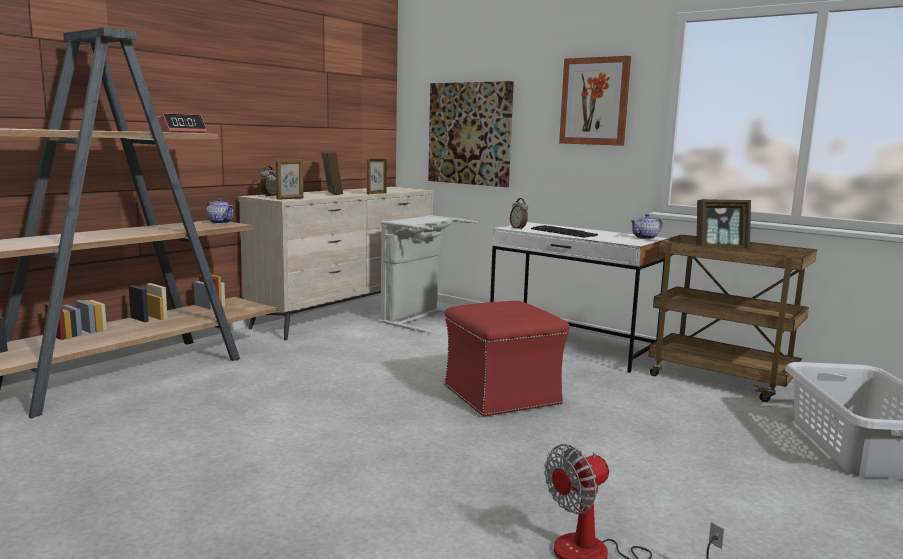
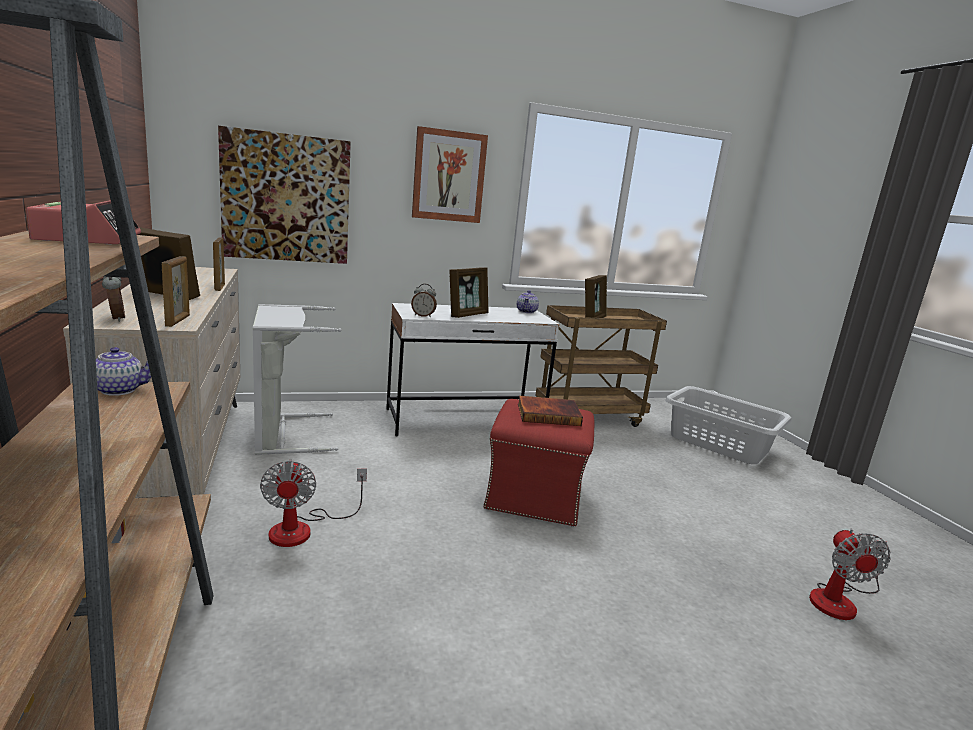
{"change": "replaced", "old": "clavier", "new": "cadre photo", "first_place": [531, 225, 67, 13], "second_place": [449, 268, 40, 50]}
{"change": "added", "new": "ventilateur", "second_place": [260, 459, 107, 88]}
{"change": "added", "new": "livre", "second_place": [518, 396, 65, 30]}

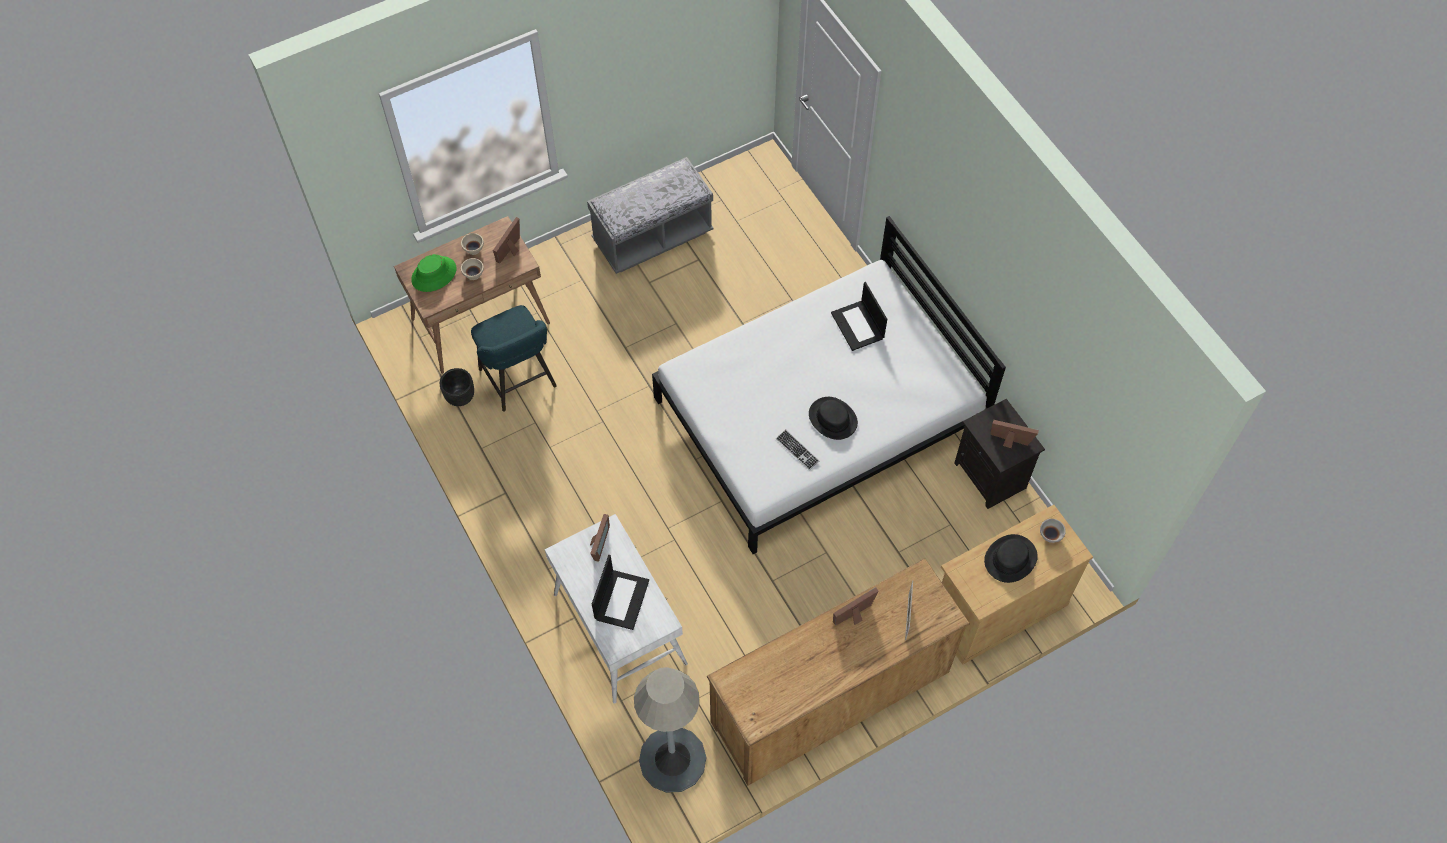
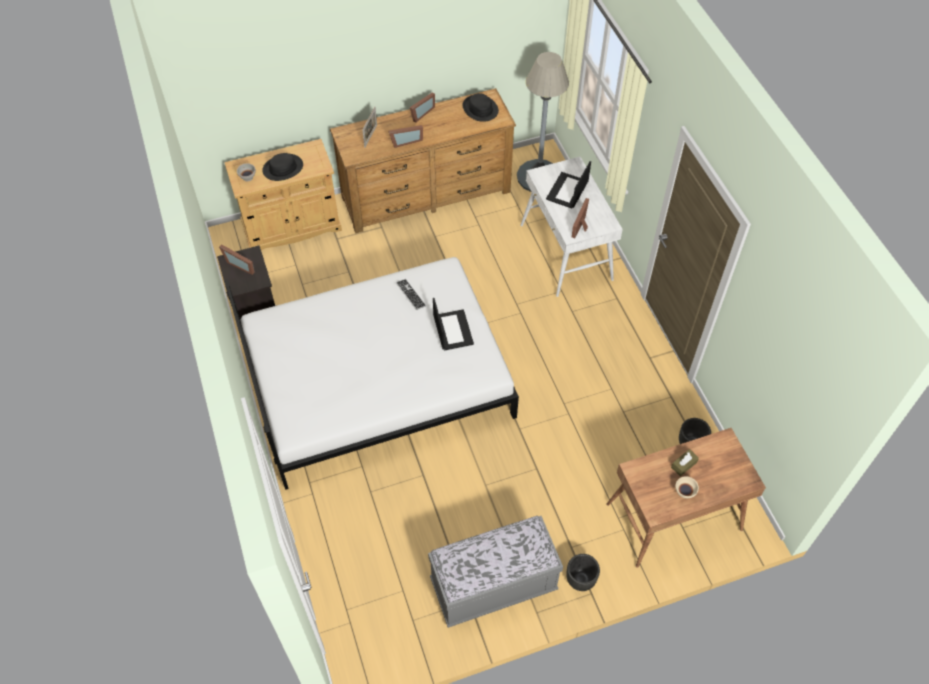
{"change": "removed", "old": "chapeau [vert]", "first_place": [411, 254, 45, 38]}
{"change": "replaced", "old": "bol [beige]", "new": "boîte à mouchoirs [marron]", "first_place": [461, 258, 23, 22], "second_place": [671, 449, 28, 27]}
{"change": "removed", "old": "tabouret [turquoise]", "first_place": [471, 305, 86, 107]}
{"change": "moved", "old": "cadre photo", "first_place": [493, 217, 27, 47], "second_place": [410, 92, 25, 31]}
{"change": "moved", "old": "chapeau [noir]", "first_place": [809, 397, 49, 43], "second_place": [463, 93, 36, 29]}
{"change": "moved", "old": "ordinateur portable", "first_place": [831, 282, 56, 69], "second_place": [433, 298, 41, 52]}
{"change": "added", "new": "cache-pot [noir]", "second_place": [566, 554, 34, 37]}

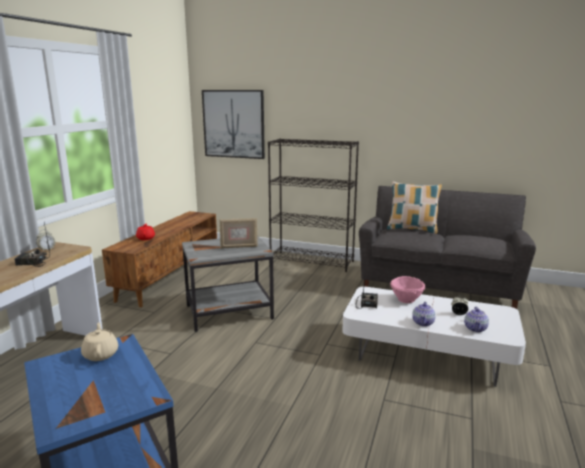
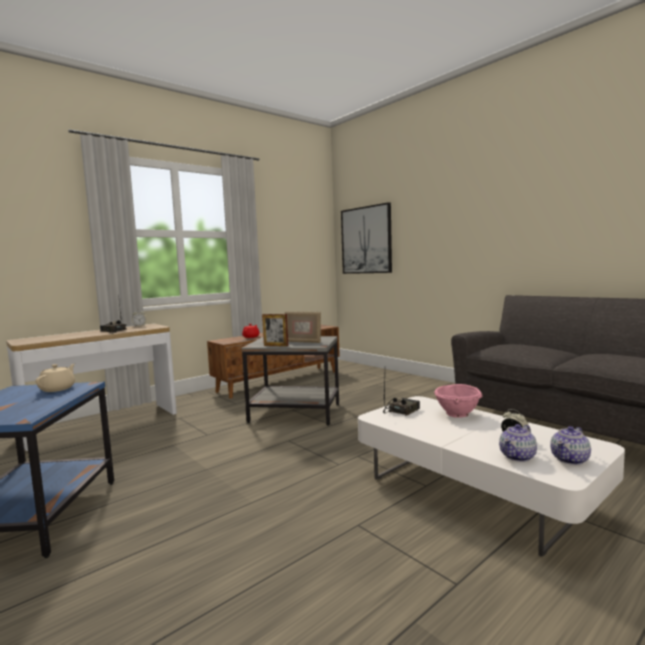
{"change": "removed", "old": "bibliothèque [noir]", "first_place": [268, 138, 91, 134]}
{"change": "removed", "old": "coussin", "first_place": [387, 182, 55, 52]}
{"change": "moved", "old": "théière", "first_place": [412, 301, 23, 26], "second_place": [550, 426, 41, 39]}
{"change": "added", "new": "cadre photo", "second_place": [262, 314, 26, 33]}

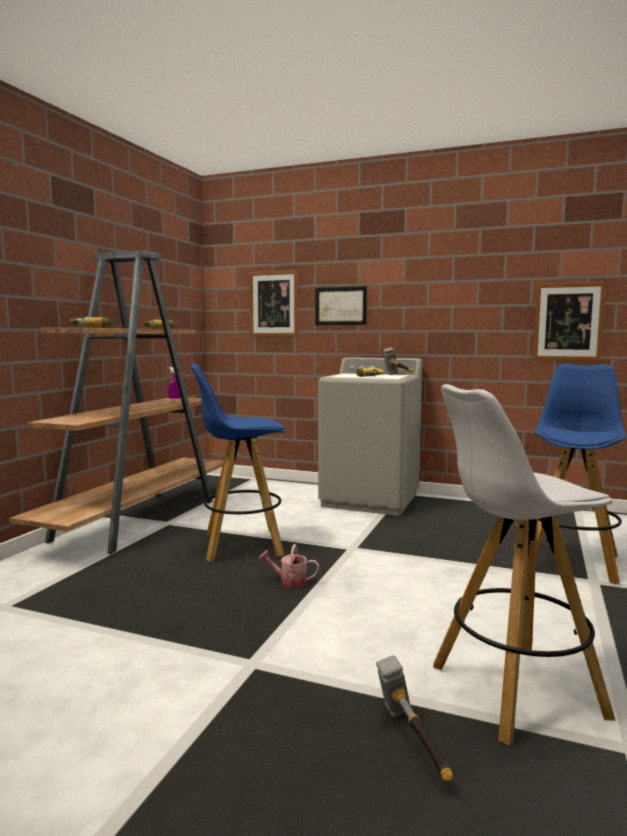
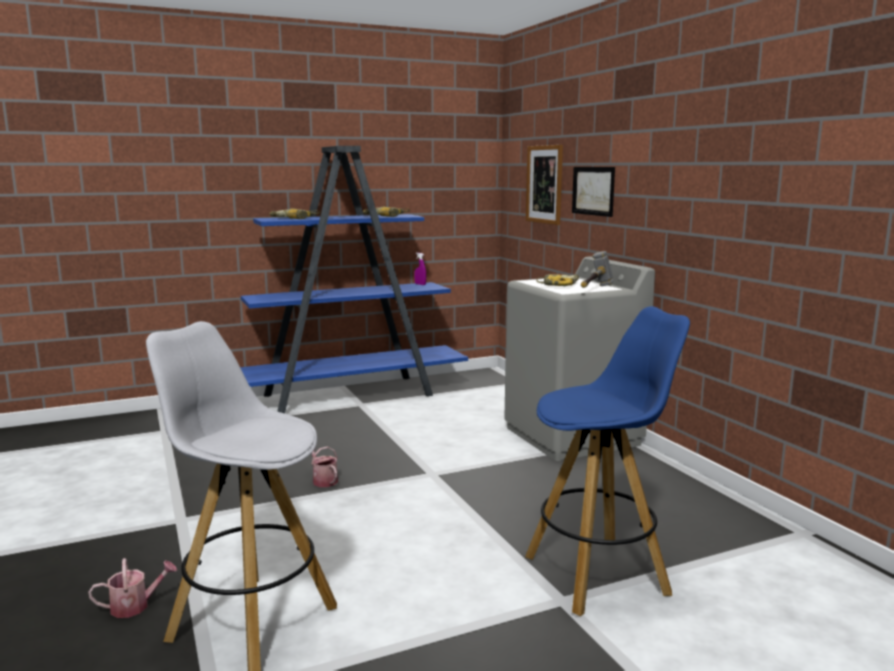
{"change": "recoloured", "old": "bibliothèque [marron]", "new": "bibliothèque [bleu]", "first_place": [9, 251, 215, 303], "second_place": [240, 146, 228, 268]}
{"change": "removed", "old": "tabouret [bleu]", "first_place": [190, 363, 96, 199]}
{"change": "replaced", "old": "marteau", "new": "arrosoir", "first_place": [376, 655, 77, 126], "second_place": [88, 558, 89, 60]}
{"change": "removed", "old": "tableau", "first_place": [533, 282, 73, 79]}

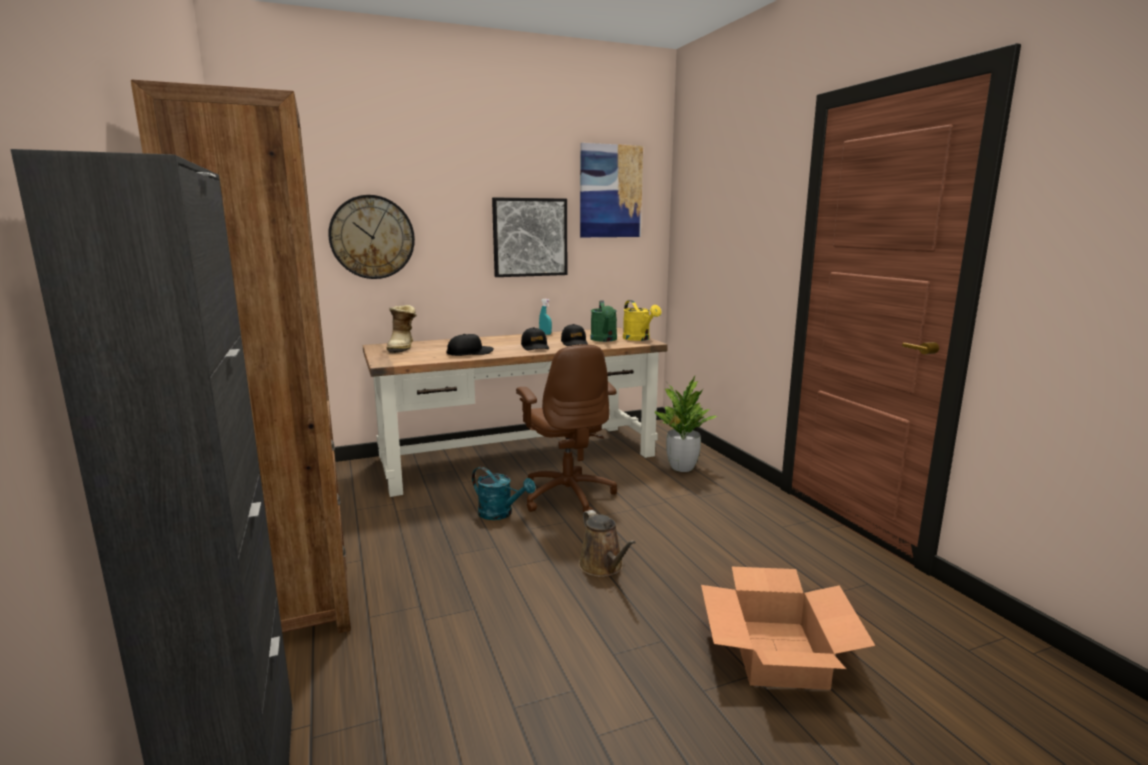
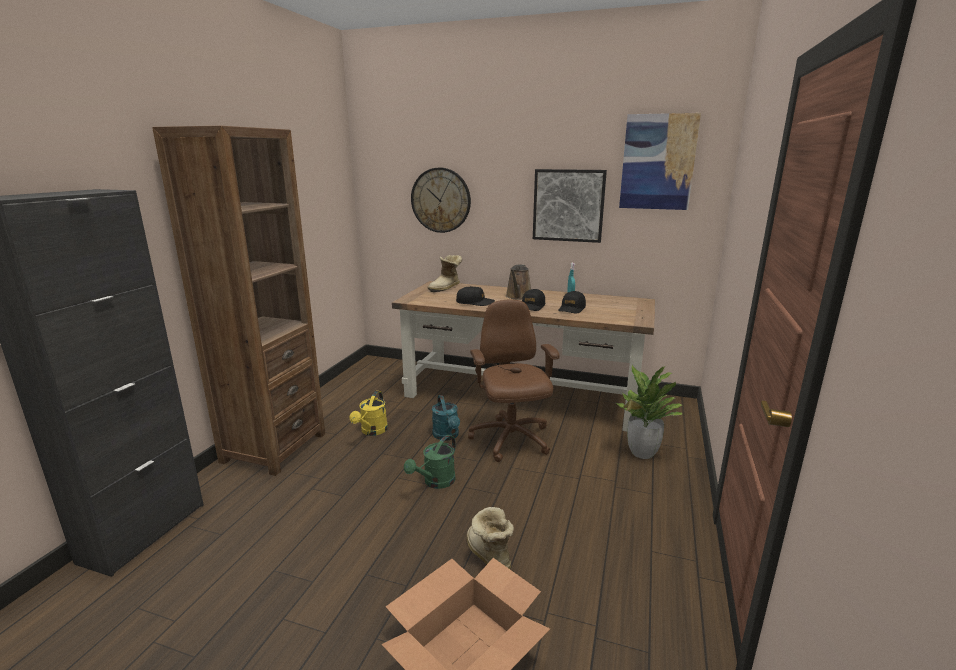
{"change": "turned", "old": "chaise de bureau [marron]", "first_place": [516, 344, 101, 169], "second_place": [468, 300, 92, 162], "degrees": 150}
{"change": "moved", "old": "arrosoir [marron]", "first_place": [579, 510, 57, 67], "second_place": [505, 264, 26, 36]}
{"change": "moved", "old": "arrosoir [vert]", "first_place": [591, 301, 26, 41], "second_place": [404, 435, 52, 54]}
{"change": "moved", "old": "arrosoir [jaune]", "first_place": [623, 300, 38, 41], "second_place": [350, 391, 38, 45]}
{"change": "added", "new": "botte", "second_place": [467, 507, 47, 62]}

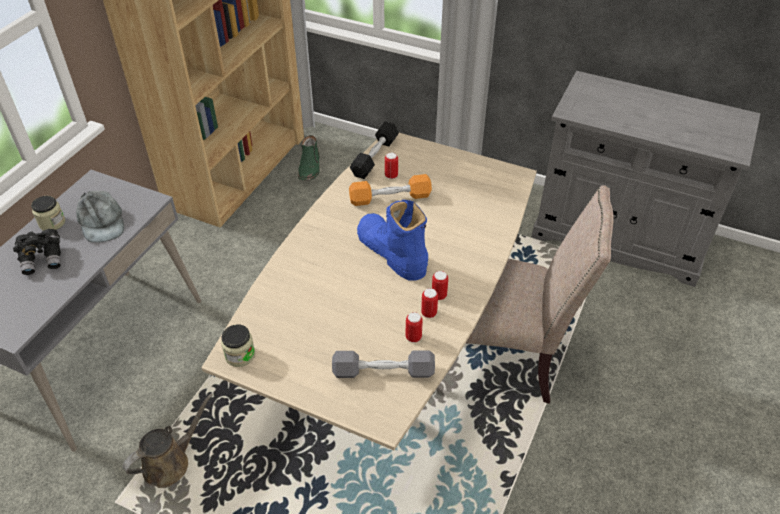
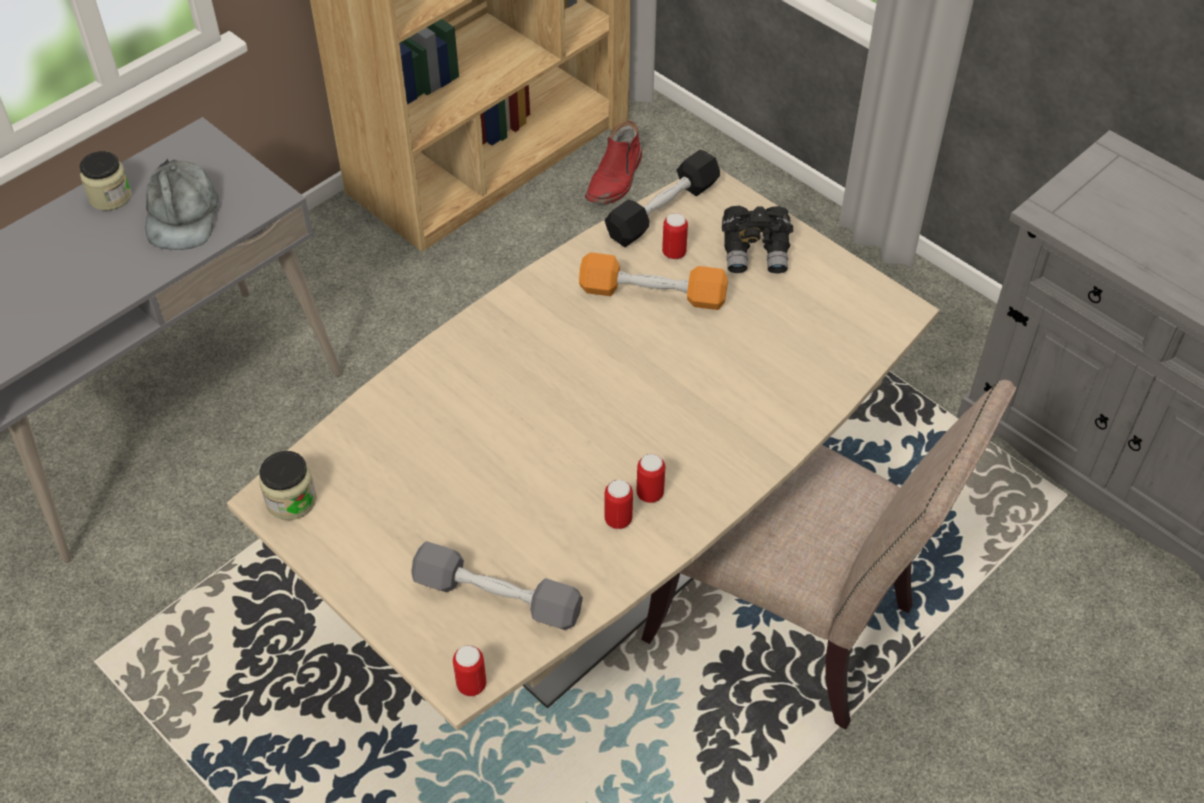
{"change": "moved", "old": "jumelles [noir]", "first_place": [13, 229, 48, 46], "second_place": [722, 206, 71, 68]}
{"change": "removed", "old": "arrosoir [marron]", "first_place": [123, 393, 90, 95]}
{"change": "recoloured", "old": "botte [vert]", "new": "botte [rouge]", "first_place": [298, 135, 22, 46], "second_place": [585, 121, 57, 83]}
{"change": "removed", "old": "botte [bleu]", "first_place": [357, 200, 71, 81]}
{"change": "moved", "old": "boîte métallique", "first_place": [405, 312, 18, 31], "second_place": [453, 645, 33, 52]}

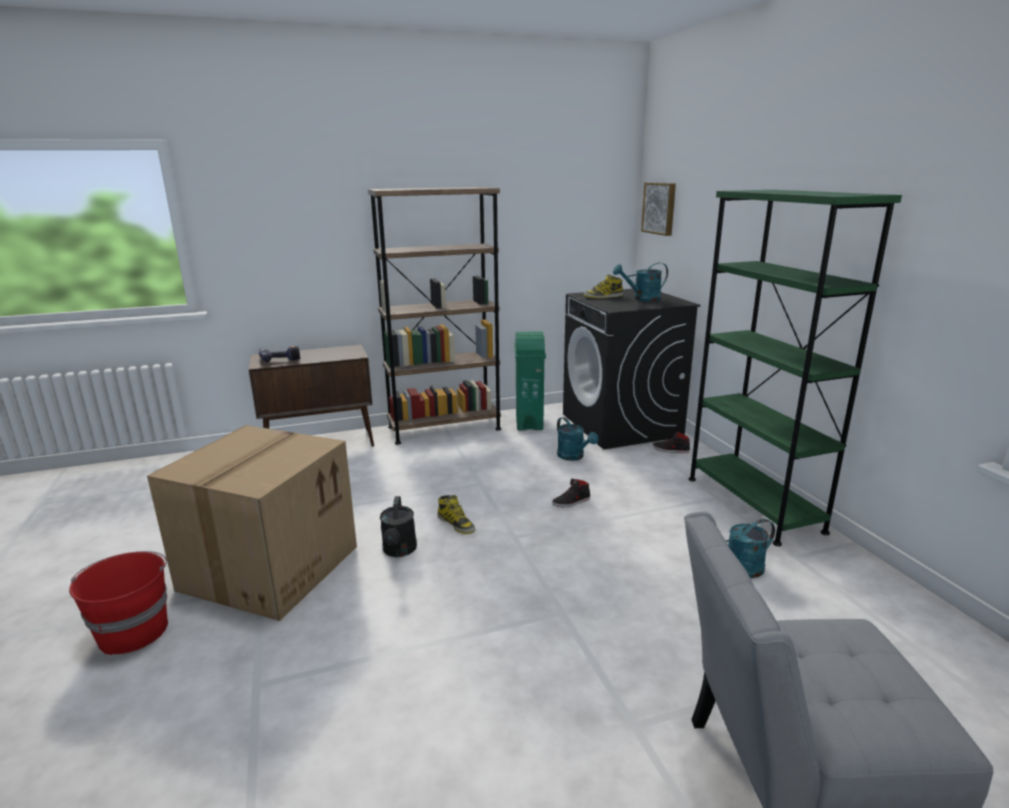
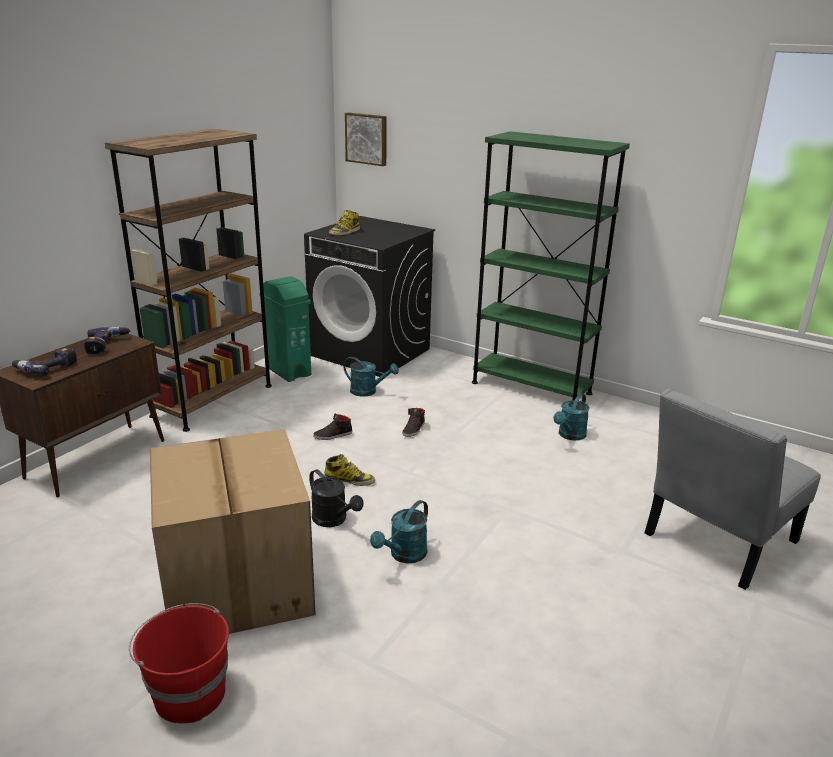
{"change": "moved", "old": "arrosoir [turquoise]", "first_place": [613, 263, 55, 38], "second_place": [370, 500, 58, 64]}
{"change": "moved", "old": "chaussure [noir]", "first_place": [652, 431, 38, 22], "second_place": [313, 414, 39, 26]}
{"change": "added", "new": "perceuse", "second_place": [84, 327, 47, 27]}

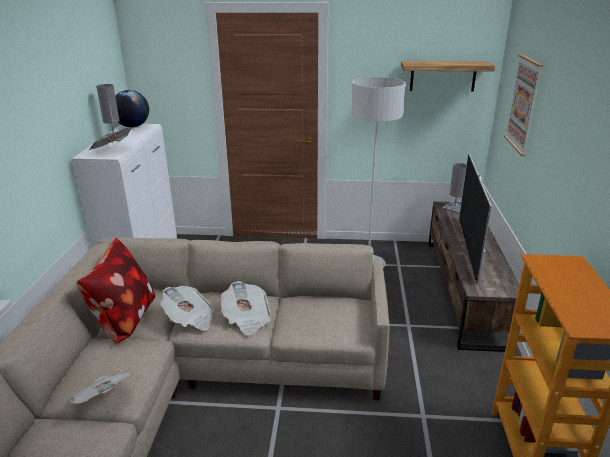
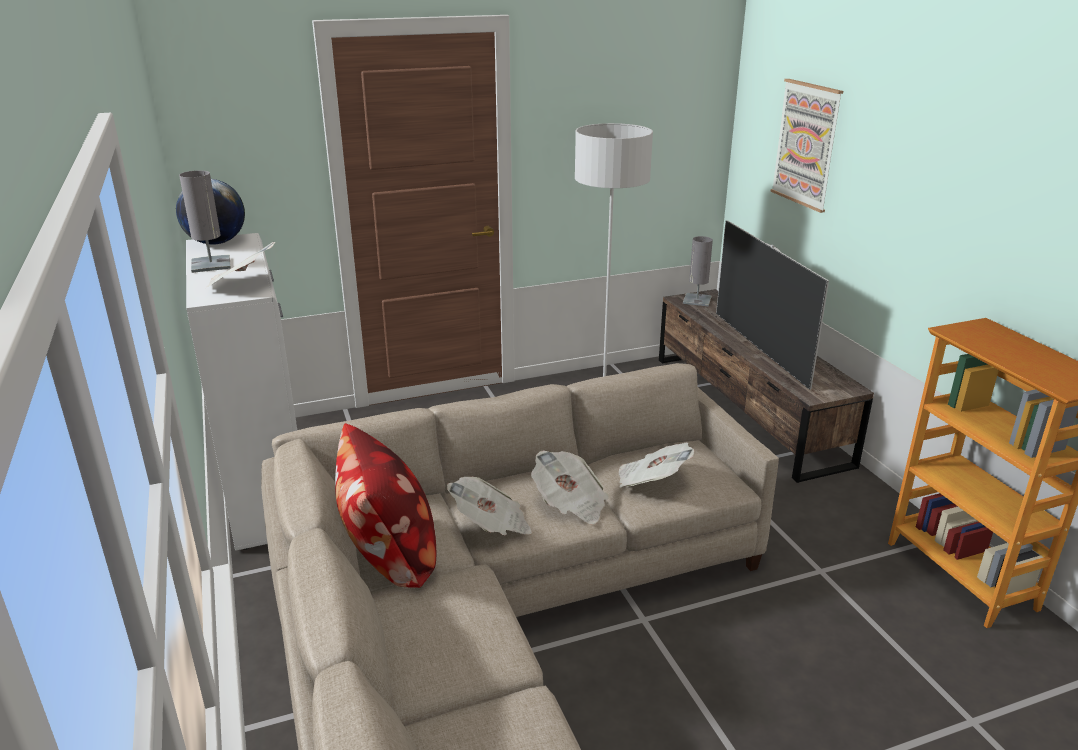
{"change": "moved", "old": "journal", "first_place": [69, 372, 61, 32], "second_place": [619, 443, 75, 44]}
{"change": "removed", "old": "étagère", "first_place": [401, 61, 94, 30]}

